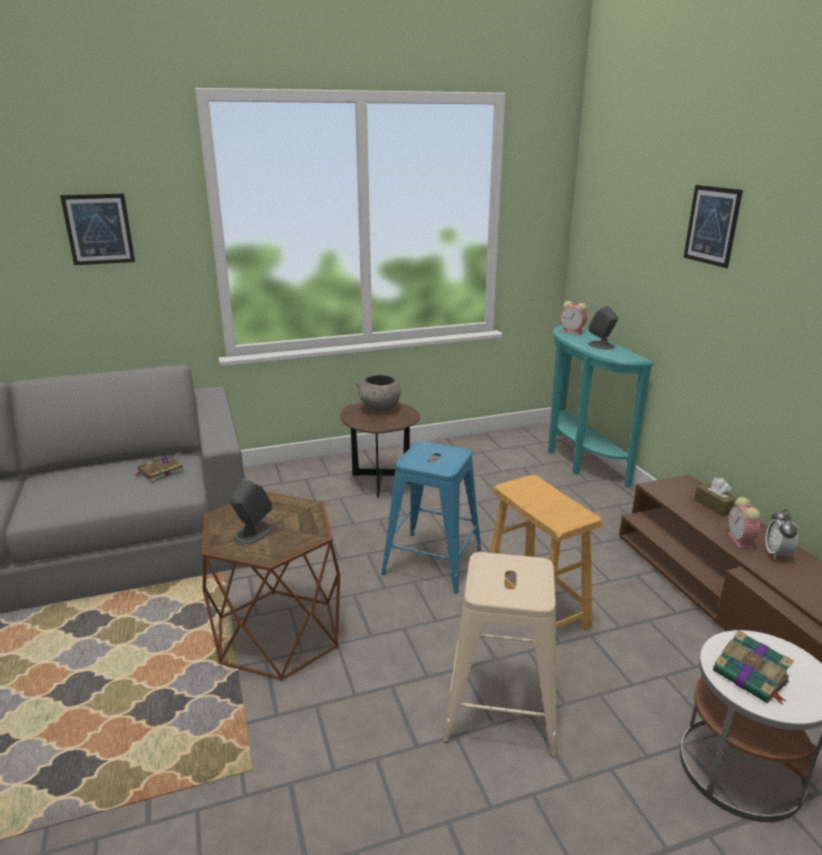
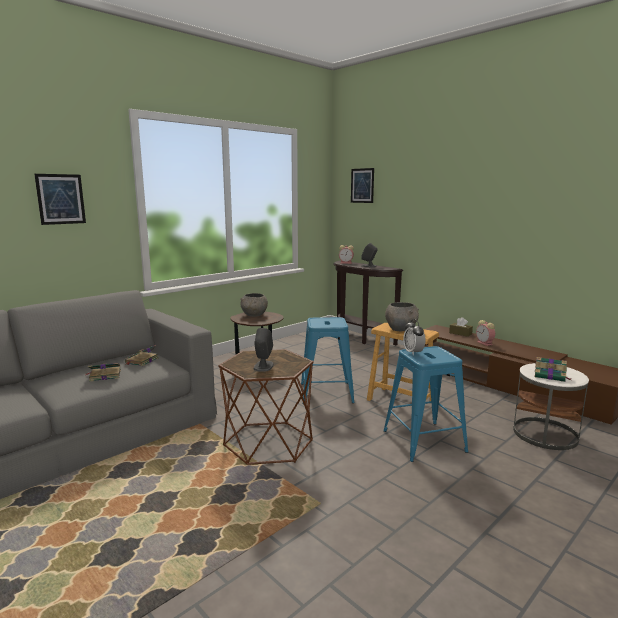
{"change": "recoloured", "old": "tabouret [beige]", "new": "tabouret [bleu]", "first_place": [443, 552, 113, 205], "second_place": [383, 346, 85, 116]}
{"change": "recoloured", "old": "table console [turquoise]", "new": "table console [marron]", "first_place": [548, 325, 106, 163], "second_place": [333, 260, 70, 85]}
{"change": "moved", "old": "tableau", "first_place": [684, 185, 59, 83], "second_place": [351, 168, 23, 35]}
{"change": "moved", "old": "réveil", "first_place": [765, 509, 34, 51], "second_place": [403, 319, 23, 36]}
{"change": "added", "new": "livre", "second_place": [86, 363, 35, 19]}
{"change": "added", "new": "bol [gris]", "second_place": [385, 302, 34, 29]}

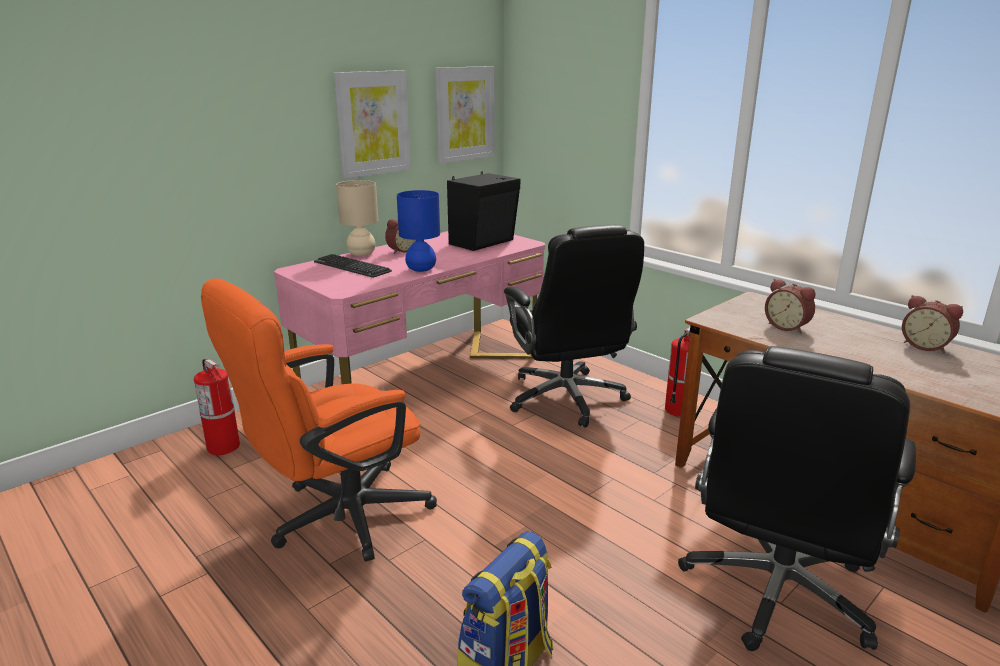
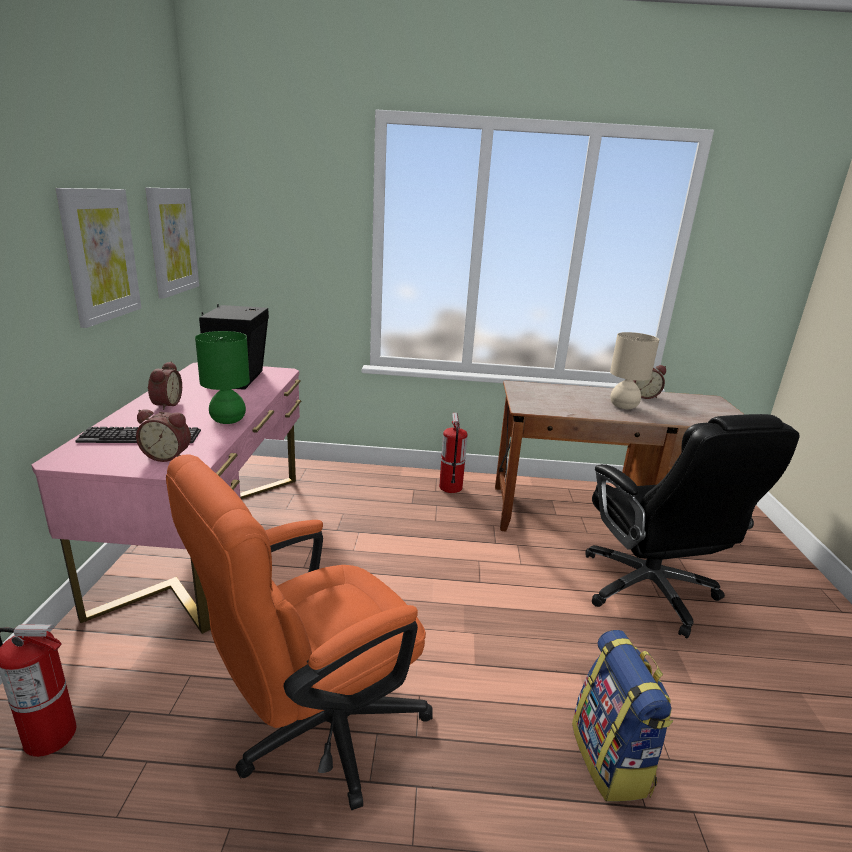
{"change": "turned", "old": "chaise de bureau [orange]", "first_place": [201, 278, 236, 284], "second_place": [166, 454, 267, 356], "degrees": 45}
{"change": "moved", "old": "lampe de table [beige]", "first_place": [336, 180, 42, 76], "second_place": [610, 332, 49, 77]}
{"change": "recoloured", "old": "lampe de table [bleu]", "new": "lampe de table [vert]", "first_place": [397, 190, 43, 82], "second_place": [195, 331, 55, 93]}
{"change": "removed", "old": "chaise de bureau [noir]", "first_place": [504, 225, 140, 203]}
{"change": "moved", "old": "réveil", "first_place": [765, 279, 50, 54], "second_place": [136, 409, 55, 53]}

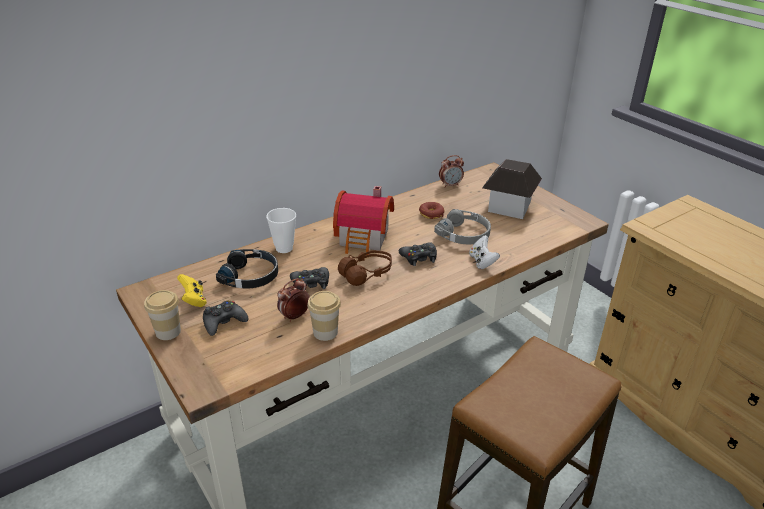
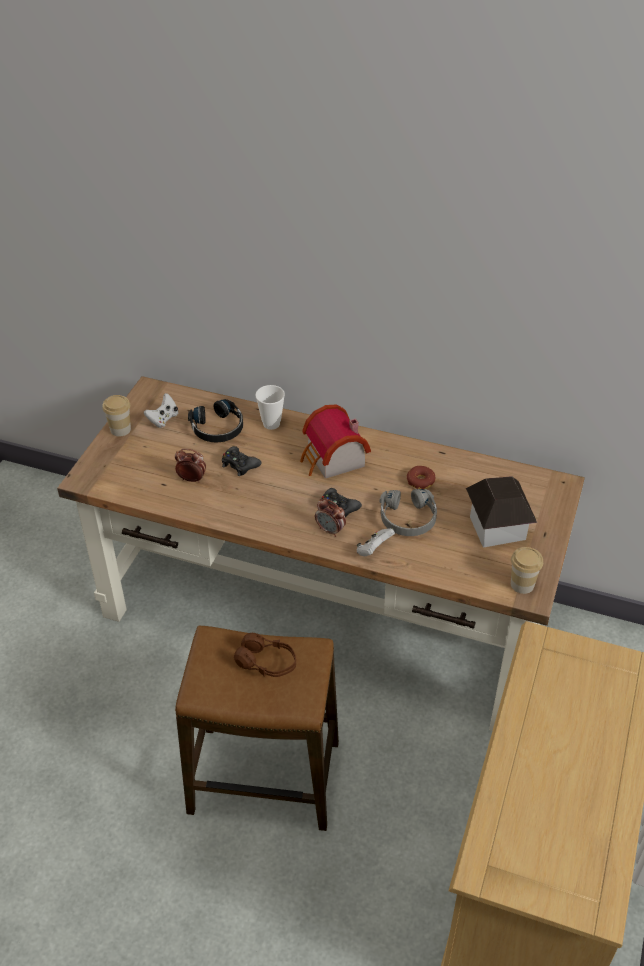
{"change": "recoloured", "old": "manette [jaune]", "new": "manette [blanc]", "first_place": [177, 274, 30, 33], "second_place": [144, 393, 34, 35]}
{"change": "removed", "old": "manette [noir]", "first_place": [203, 300, 46, 36]}
{"change": "moved", "old": "tasse", "first_place": [307, 291, 34, 50], "second_place": [511, 547, 32, 47]}
{"change": "moved", "old": "casque audio [marron]", "first_place": [338, 250, 54, 36], "second_place": [234, 633, 62, 44]}
{"change": "moved", "old": "réveil", "first_place": [439, 155, 25, 33], "second_place": [315, 498, 31, 39]}

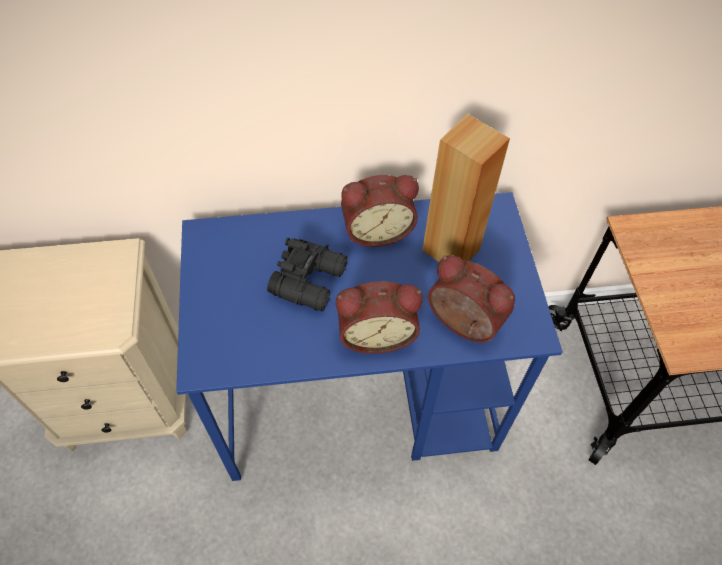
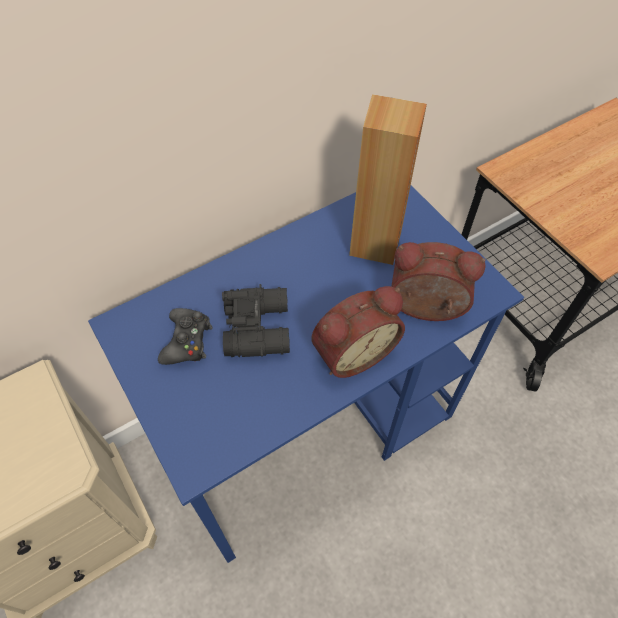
{"change": "removed", "old": "réveil", "first_place": [341, 175, 78, 72]}
{"change": "added", "new": "manette [noir]", "second_place": [158, 308, 55, 57]}

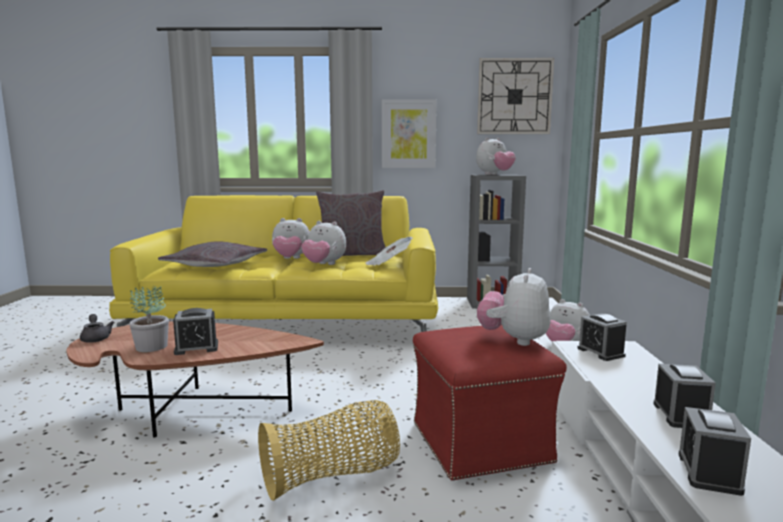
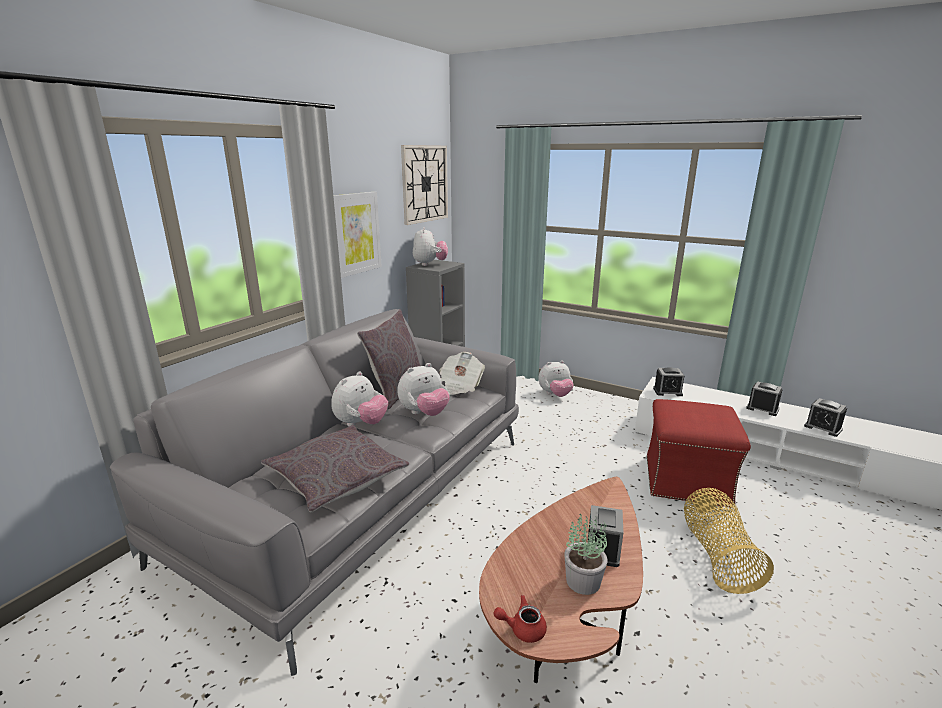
{"change": "recoloured", "old": "théière [gris]", "new": "théière [rouge]", "first_place": [80, 314, 35, 29], "second_place": [494, 595, 53, 48]}
{"change": "recoloured", "old": "canapé [jaune]", "new": "canapé [gris]", "first_place": [109, 195, 329, 137], "second_place": [110, 309, 409, 367]}
{"change": "removed", "old": "peluche", "first_place": [477, 268, 74, 78]}

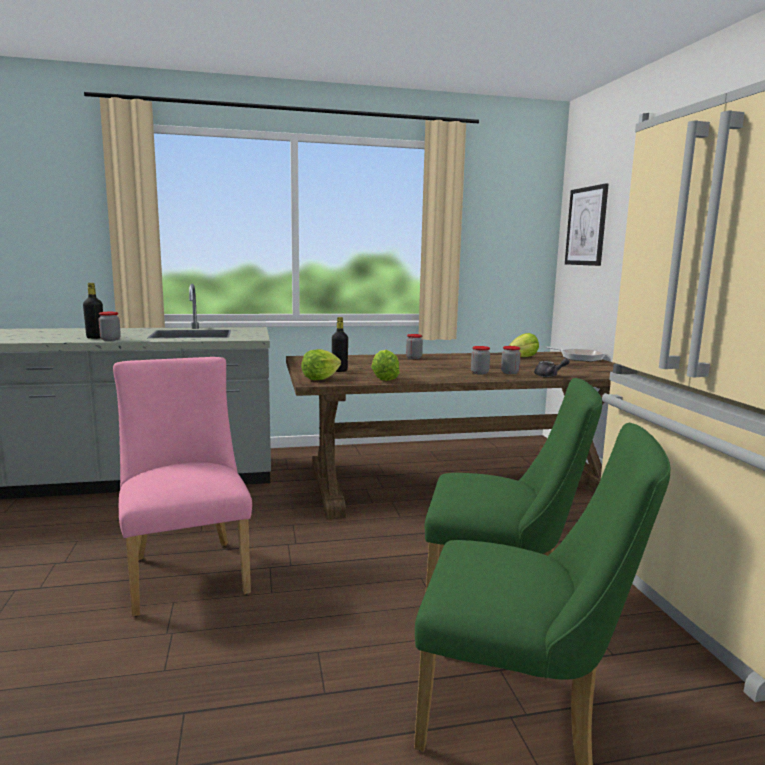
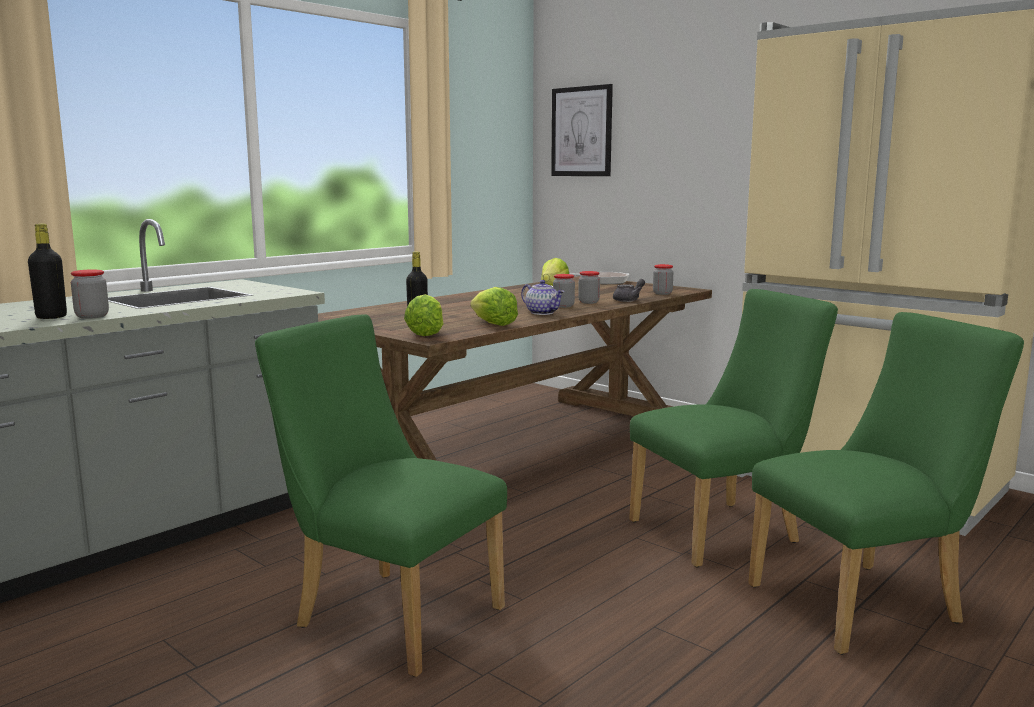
{"change": "recoloured", "old": "chaise [rose]", "new": "chaise [vert]", "first_place": [113, 357, 139, 260], "second_place": [255, 315, 252, 362]}
{"change": "moved", "old": "bocal", "first_place": [406, 334, 17, 25], "second_place": [653, 264, 20, 31]}
{"change": "added", "new": "théière", "second_place": [521, 280, 43, 35]}

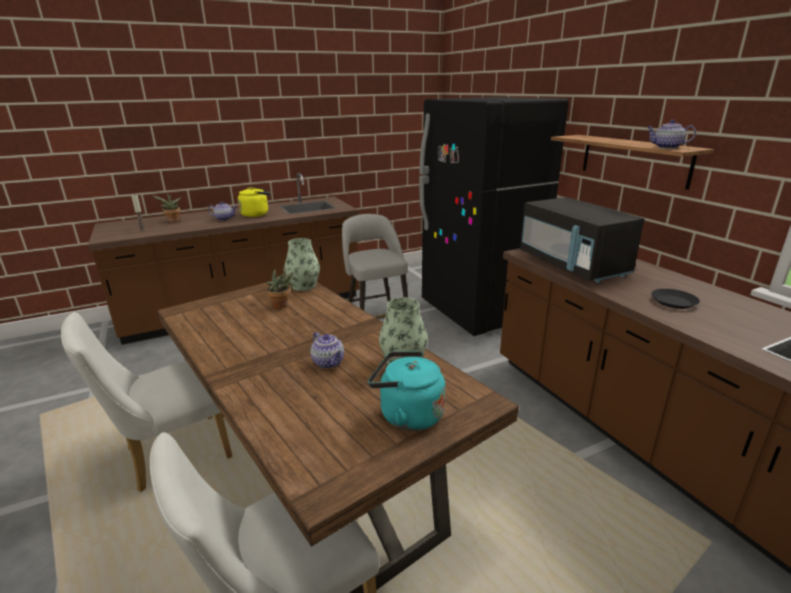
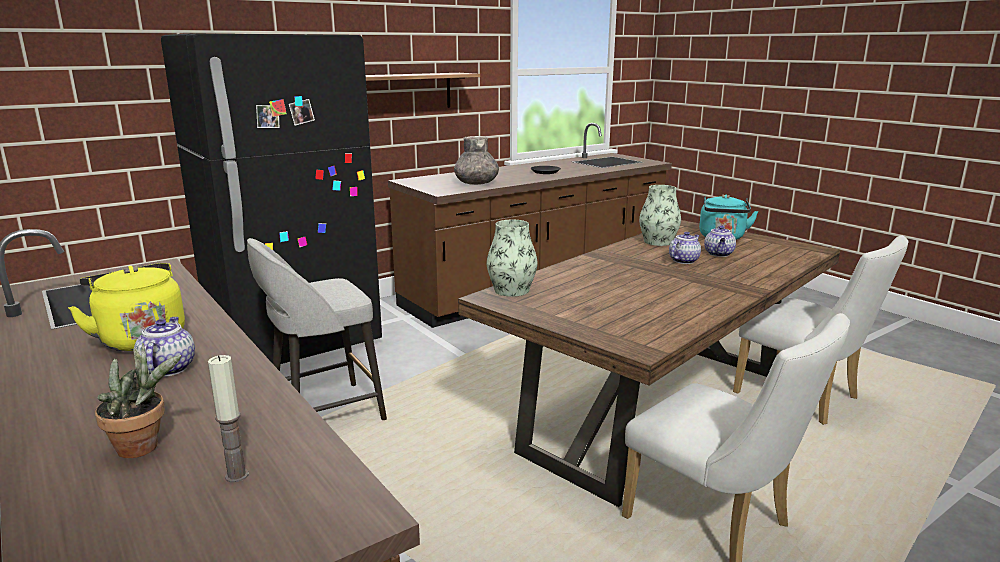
{"change": "removed", "old": "plante en pot", "first_place": [266, 265, 27, 44]}
{"change": "replaced", "old": "micro-ondes [noir]", "new": "vase [gris]", "first_place": [520, 197, 124, 86], "second_place": [454, 136, 45, 49]}
{"change": "moved", "old": "théière", "first_place": [647, 120, 49, 29], "second_place": [704, 225, 32, 32]}

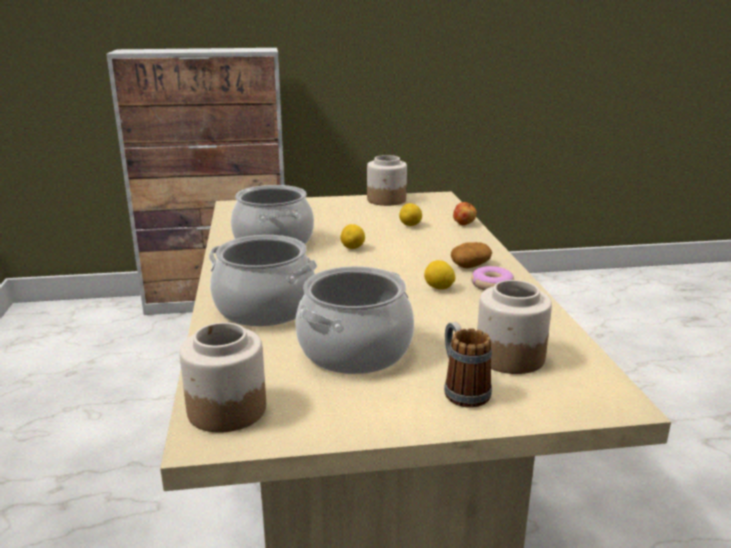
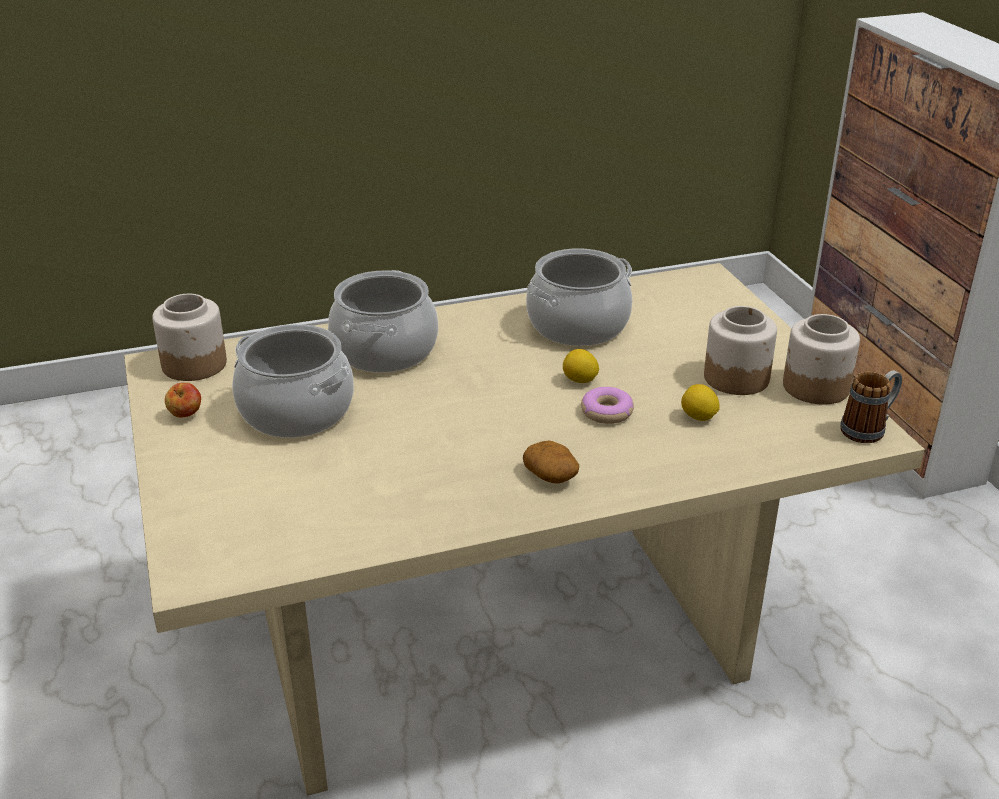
{"change": "removed", "old": "citron", "first_place": [424, 260, 31, 30]}
{"change": "moved", "old": "mug", "first_place": [444, 322, 48, 85], "second_place": [840, 370, 62, 73]}
{"change": "moved", "old": "pomme", "first_place": [453, 202, 24, 23], "second_place": [165, 383, 36, 35]}
{"change": "moved", "old": "beignet", "first_place": [471, 266, 43, 24], "second_place": [581, 387, 53, 37]}
{"change": "moved", "old": "bocal", "first_place": [477, 280, 75, 94], "second_place": [704, 306, 73, 89]}

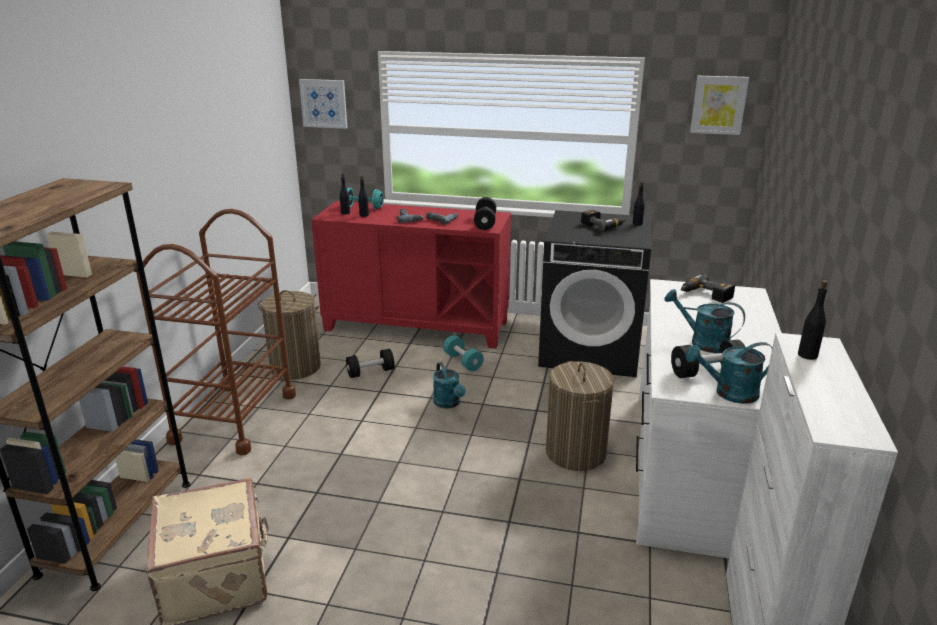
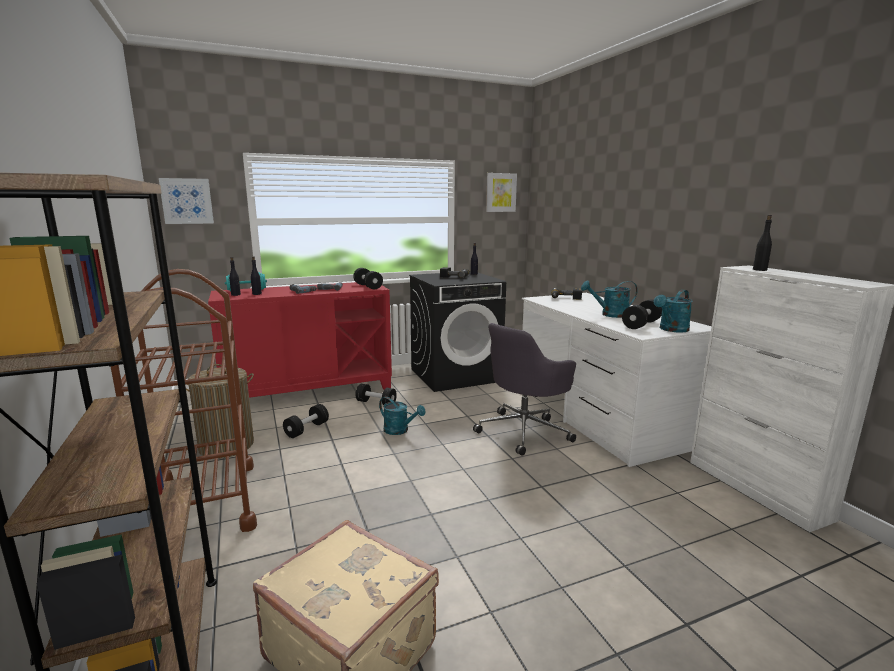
{"change": "recoloured", "old": "haltère [turquoise]", "new": "haltère [noir]", "first_place": [443, 335, 41, 36], "second_place": [356, 384, 41, 21]}
{"change": "replaced", "old": "panier à linge", "new": "chaise de bureau [gris]", "first_place": [546, 361, 68, 110], "second_place": [473, 323, 103, 133]}

